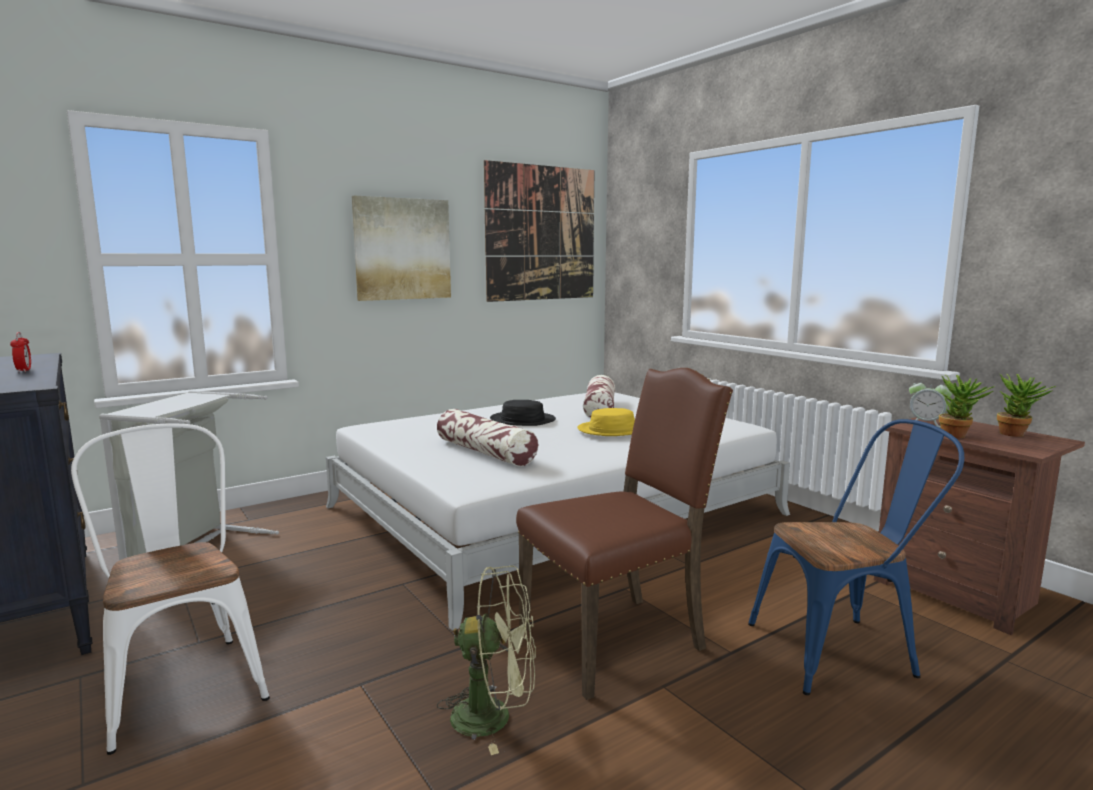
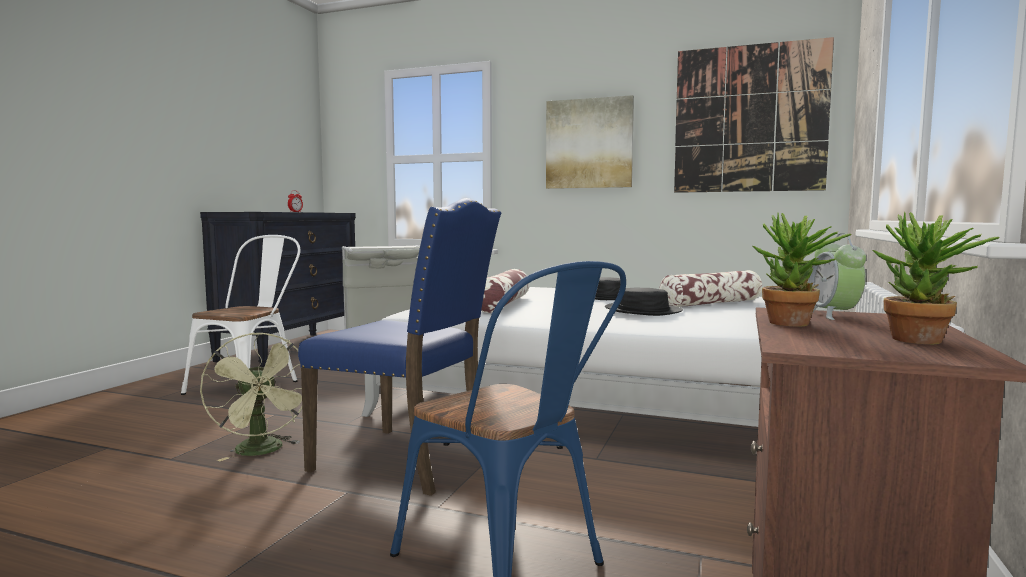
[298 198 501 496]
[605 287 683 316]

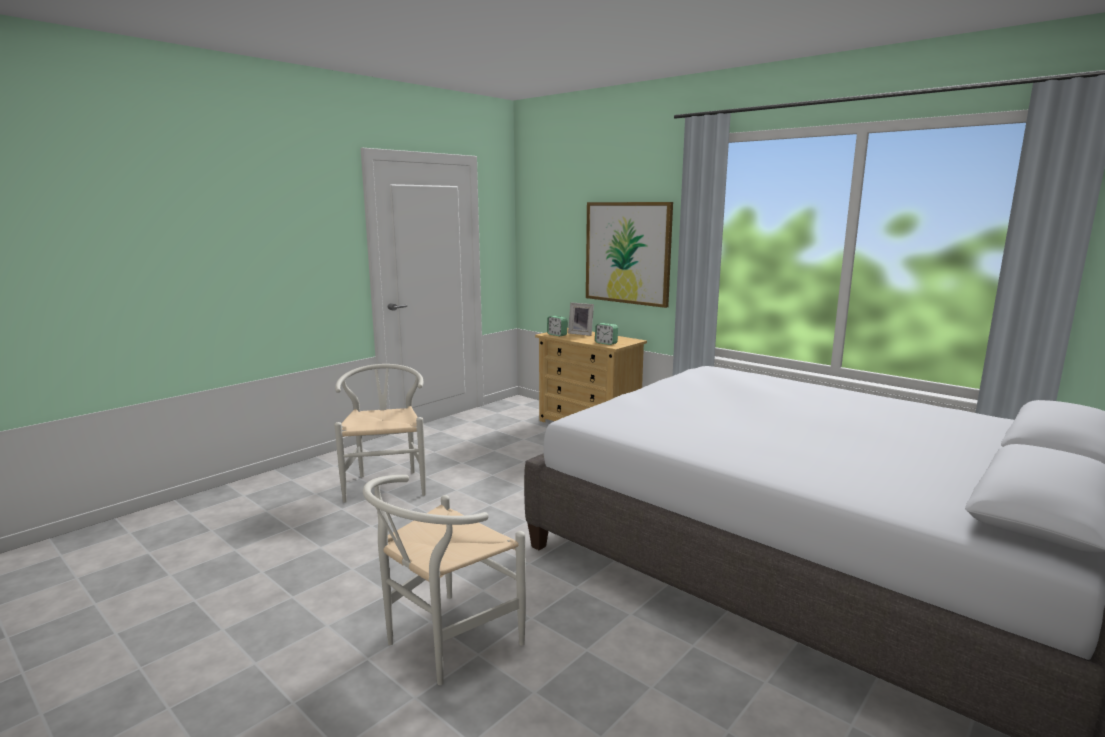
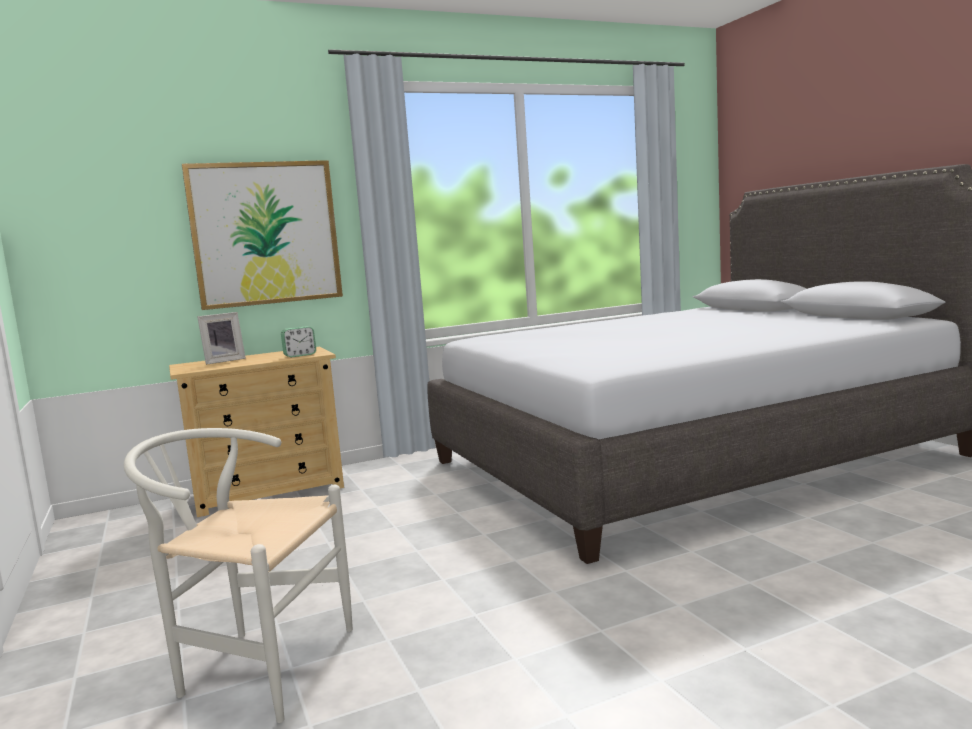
[363 475 526 685] (first image)
[547 316 568 336] (first image)

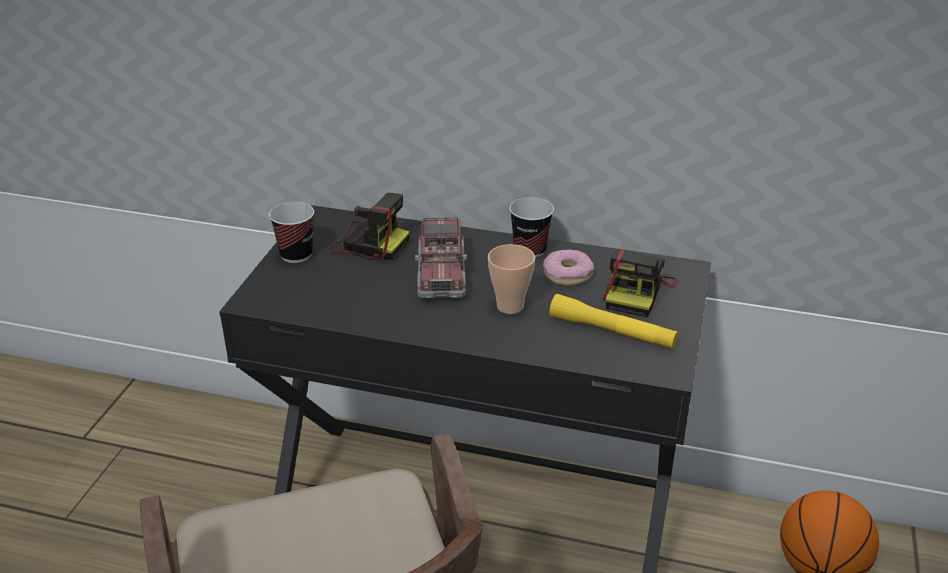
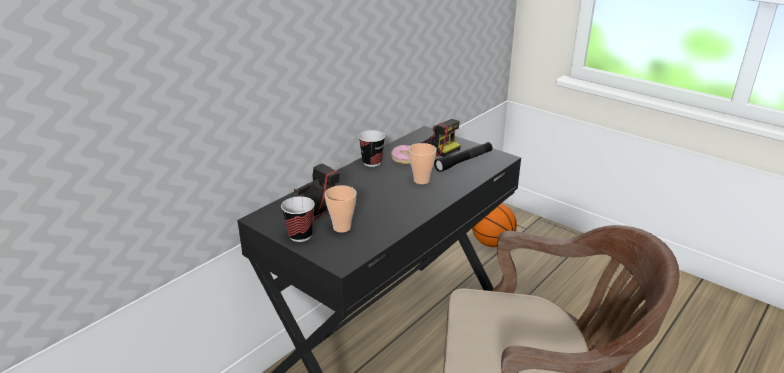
[415 218 467 298] (first image)
[324 185 357 232]
[434 142 492 172]

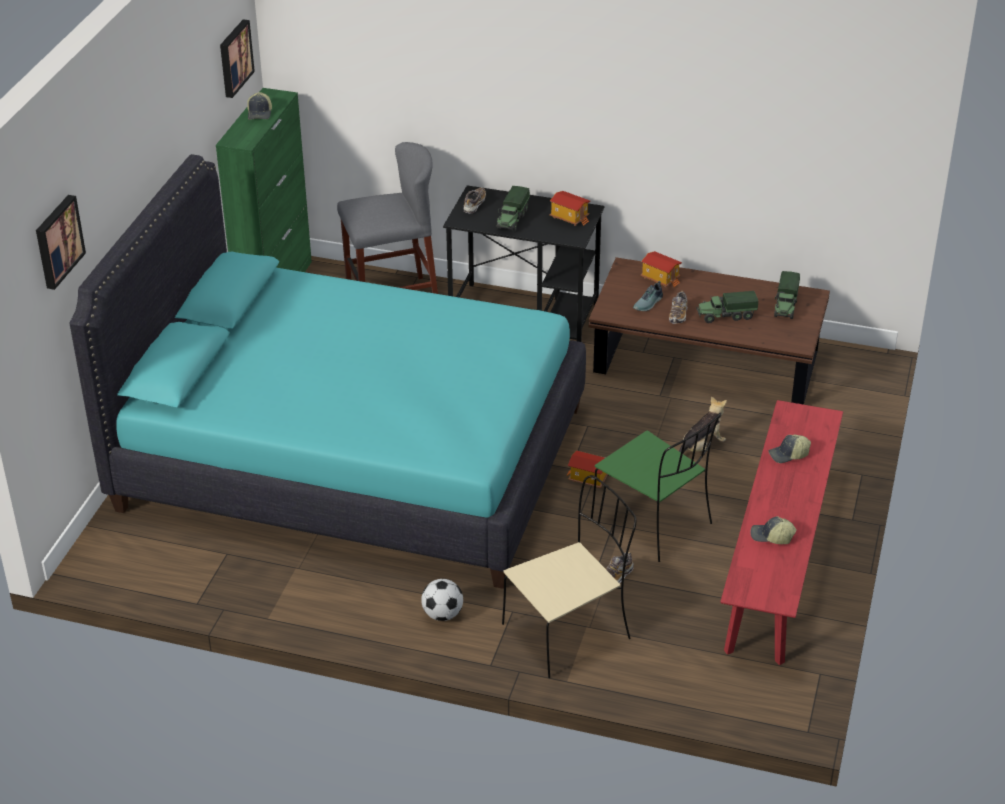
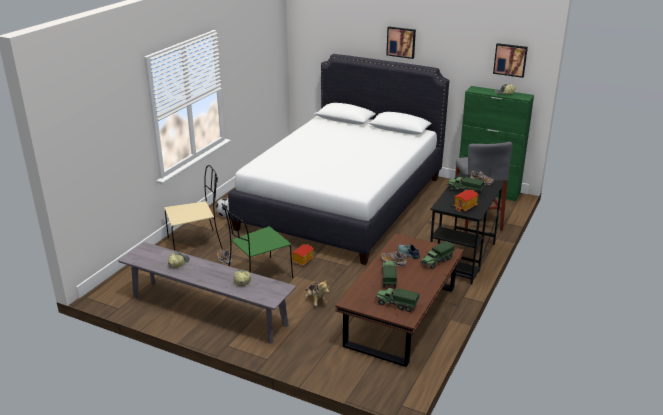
[386 27 416 59]
[420 241 455 269]
[228 54 449 265]
[118 242 297 344]
[164 165 223 251]

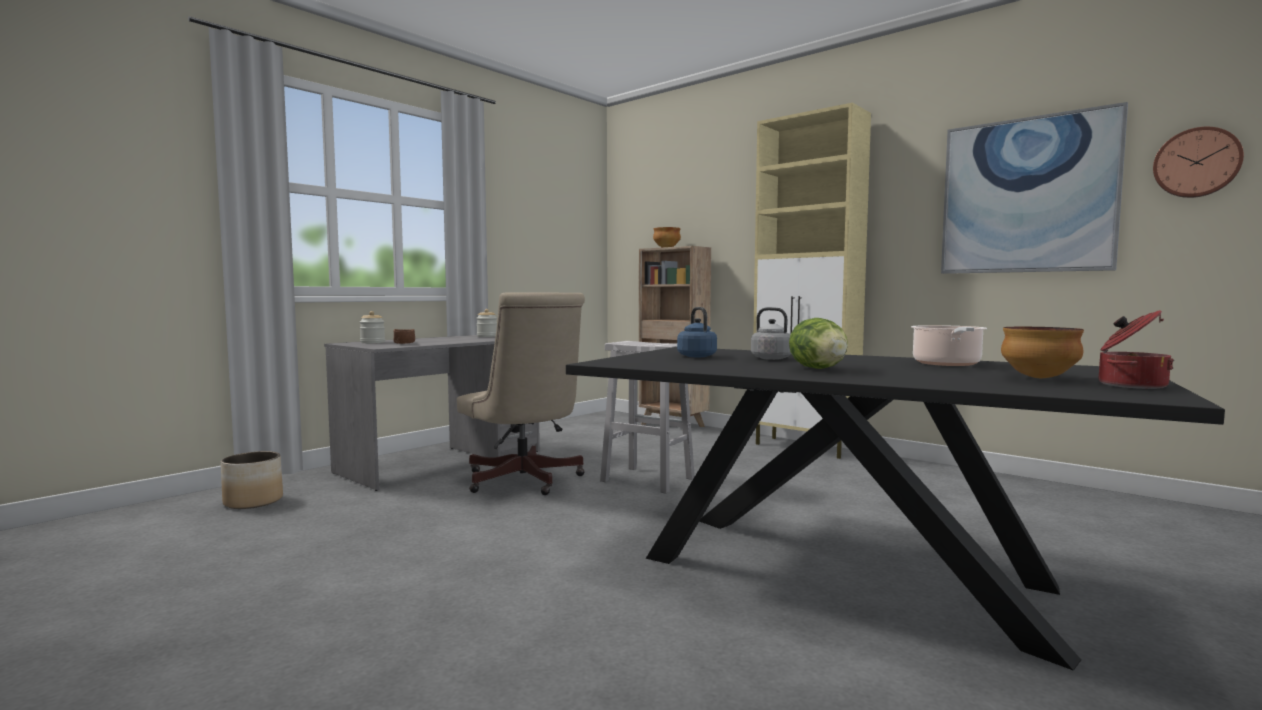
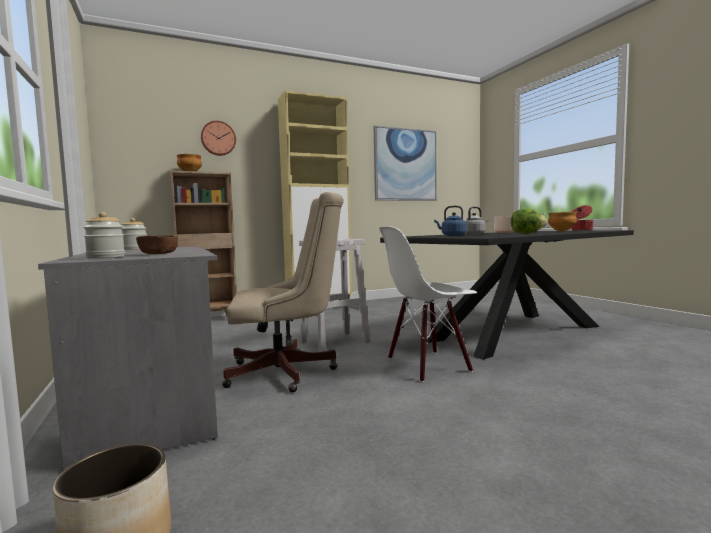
[379 227 477 382]
[201 121 236 156]

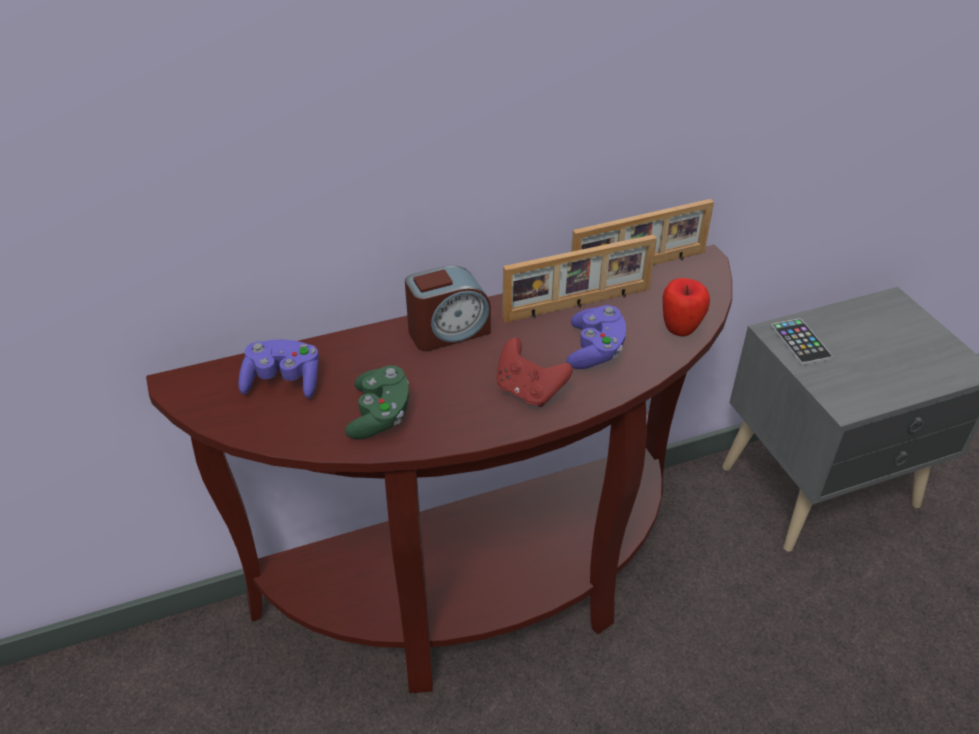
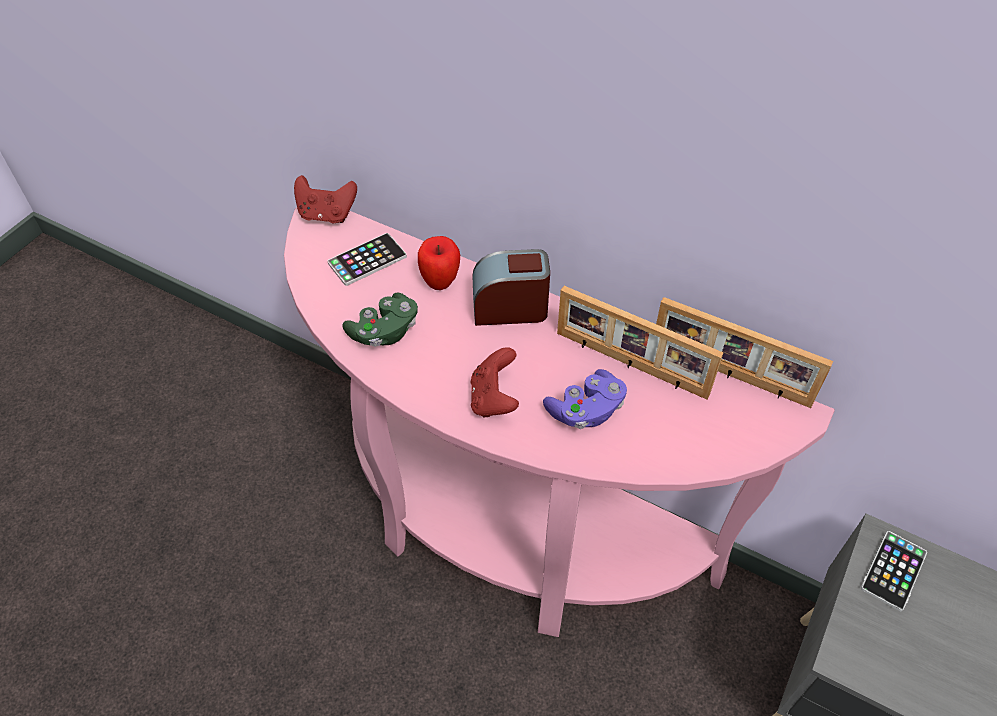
[294 175 357 223]
[418 236 460 290]
[327 233 407 286]
[284 207 835 637]
[472 249 550 326]

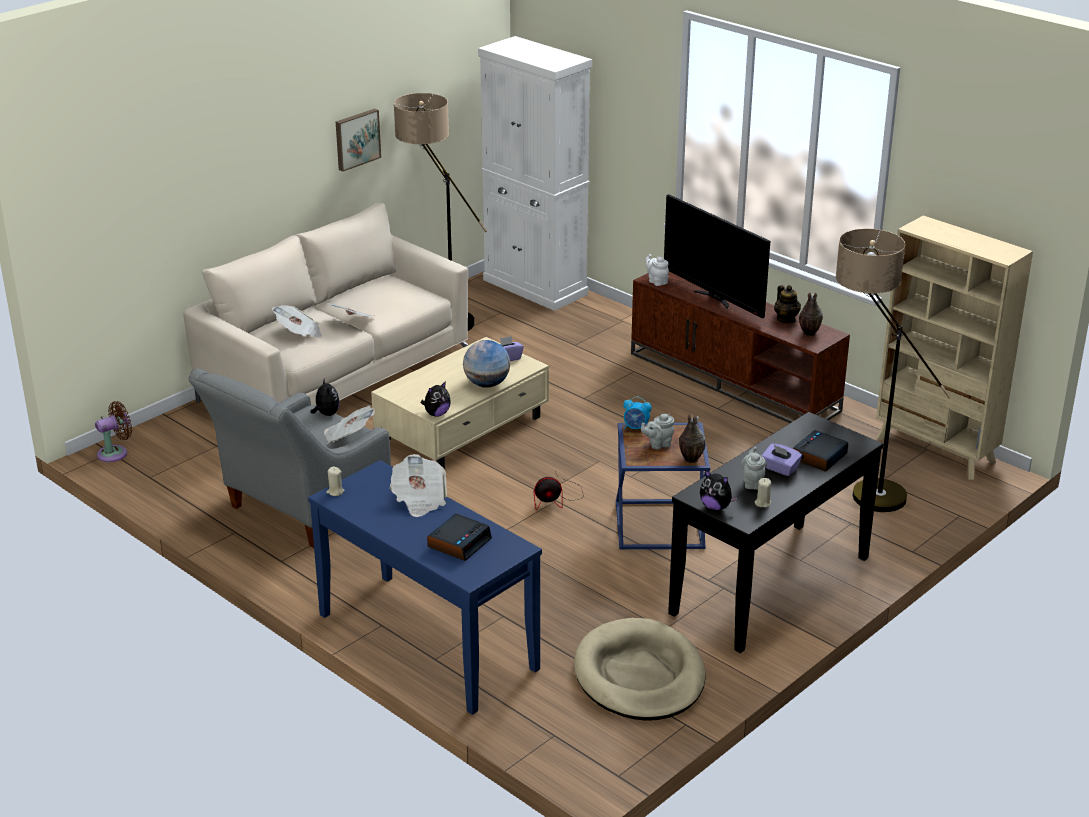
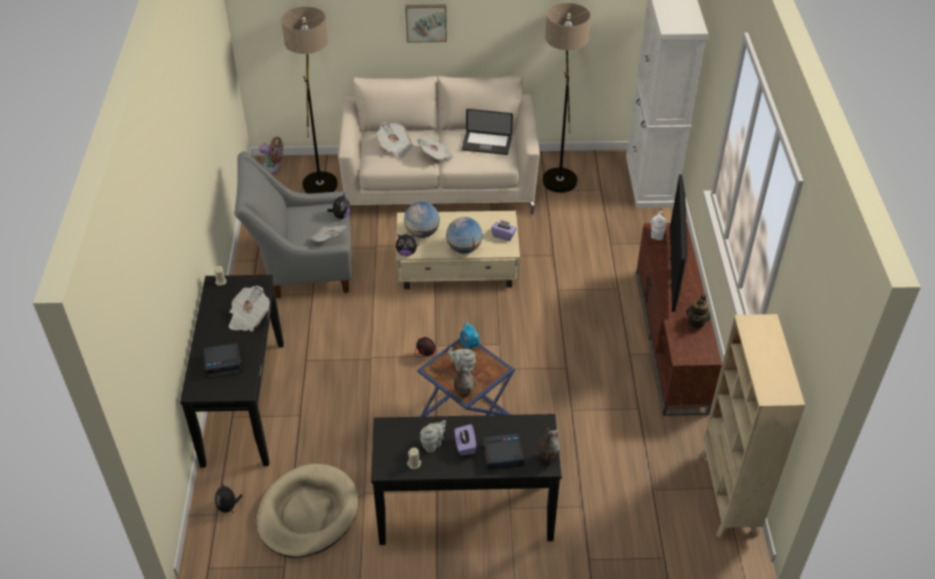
[404 202 440 238]
[462 109 513 155]
[405 4 447 43]
[215 482 242 513]
[538 428 561 462]
[281 6 338 194]
[180 275 284 467]

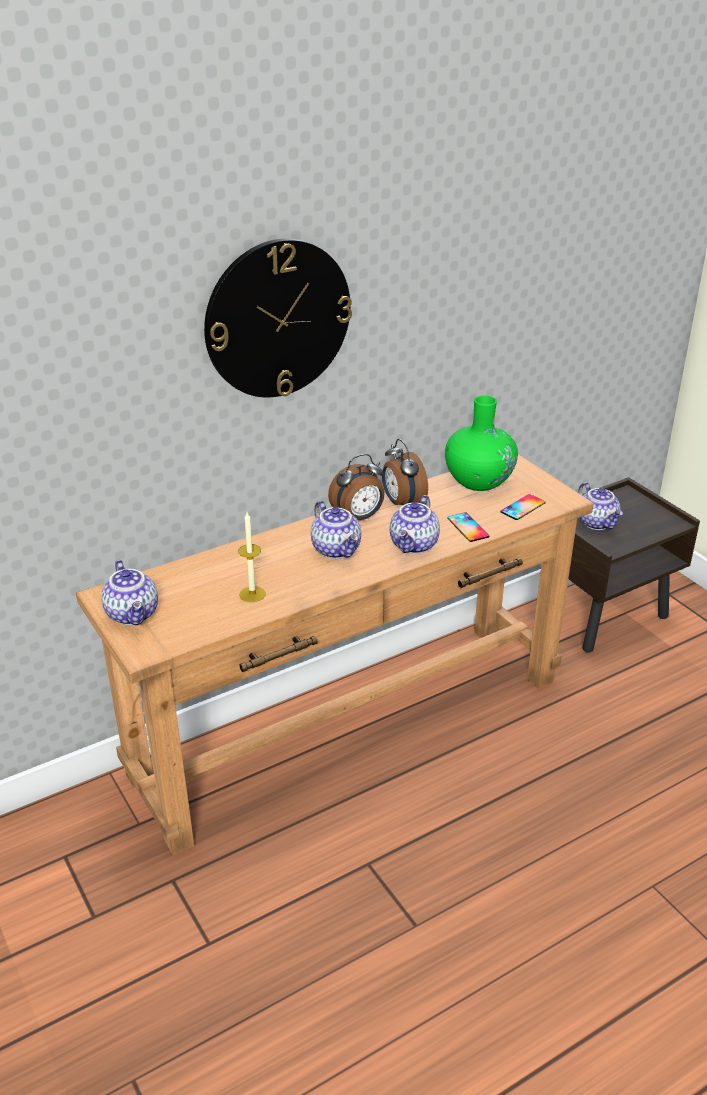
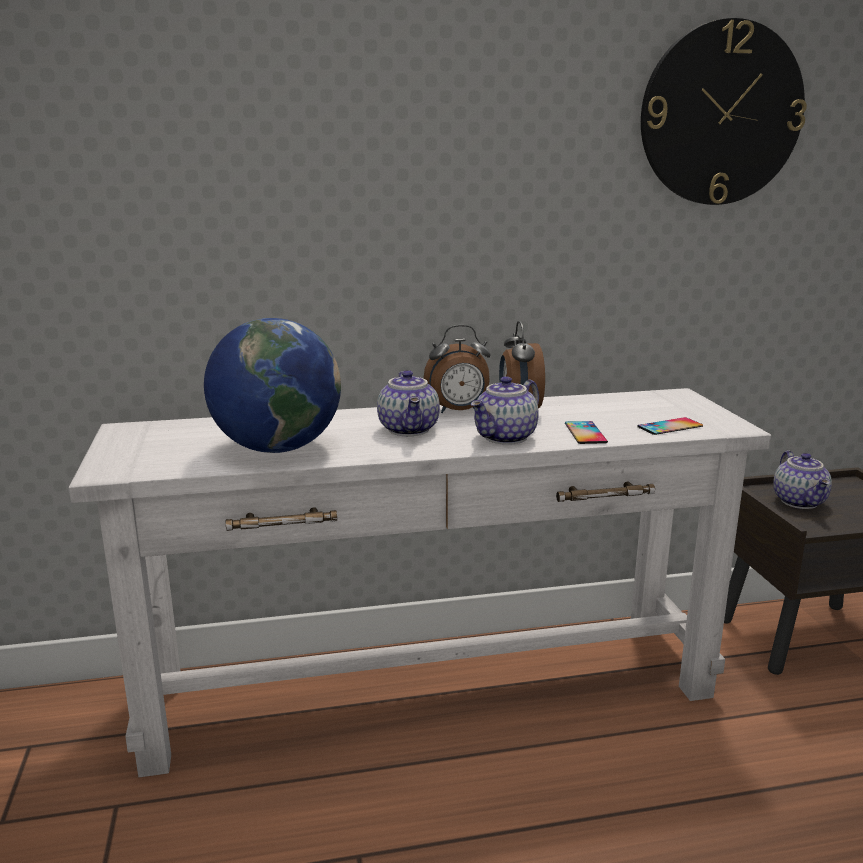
[101 560 158 625] (first image)
[445 395 518 491] (first image)
[641 18 807 205]
[204 318 341 453]
[69 388 771 777]

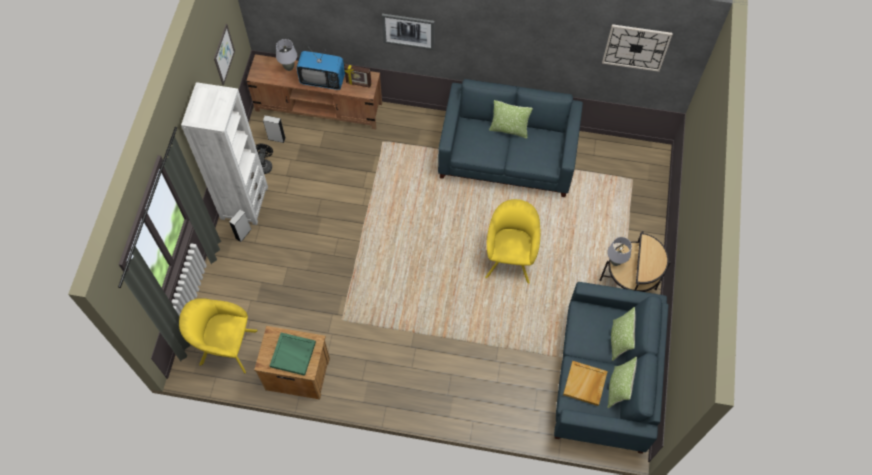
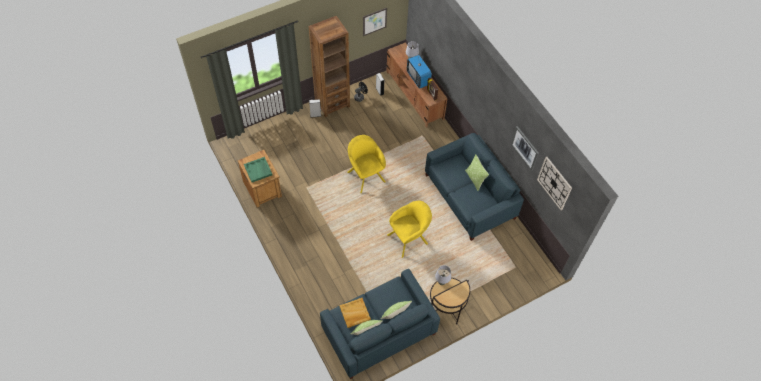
[348 135 386 194]
[511 126 539 171]
[309 16 350 117]

